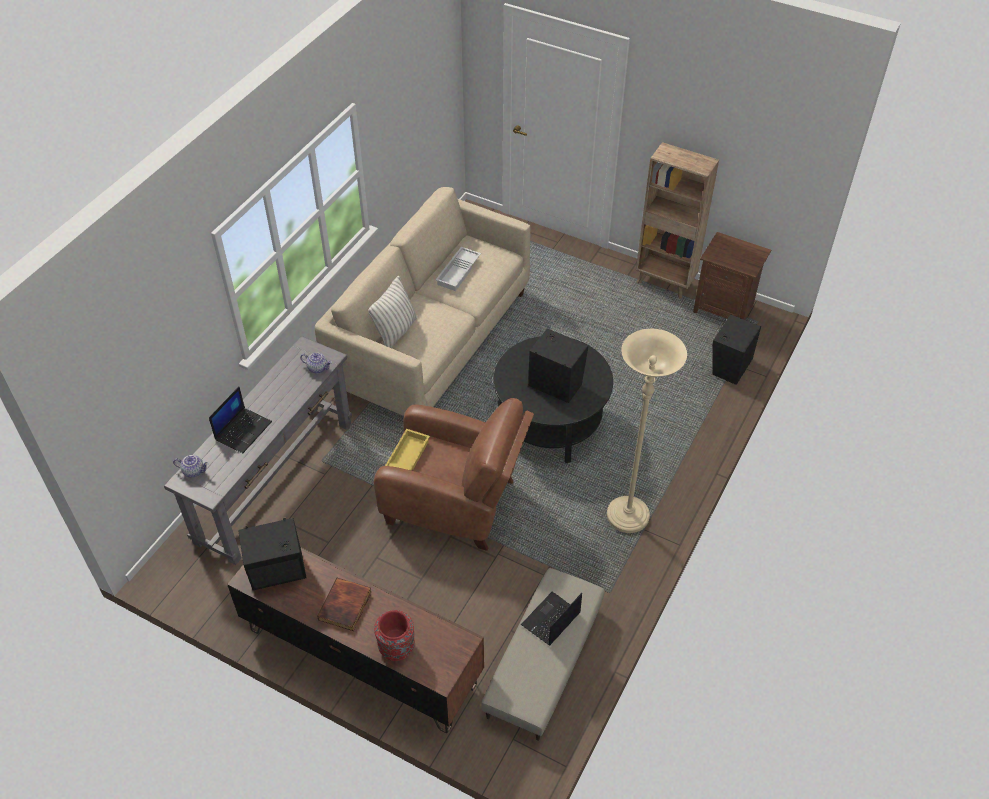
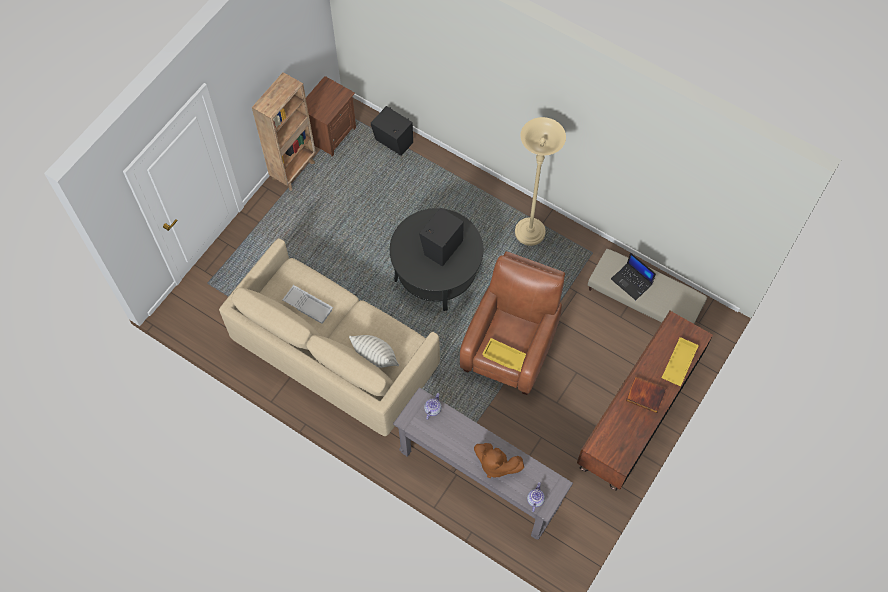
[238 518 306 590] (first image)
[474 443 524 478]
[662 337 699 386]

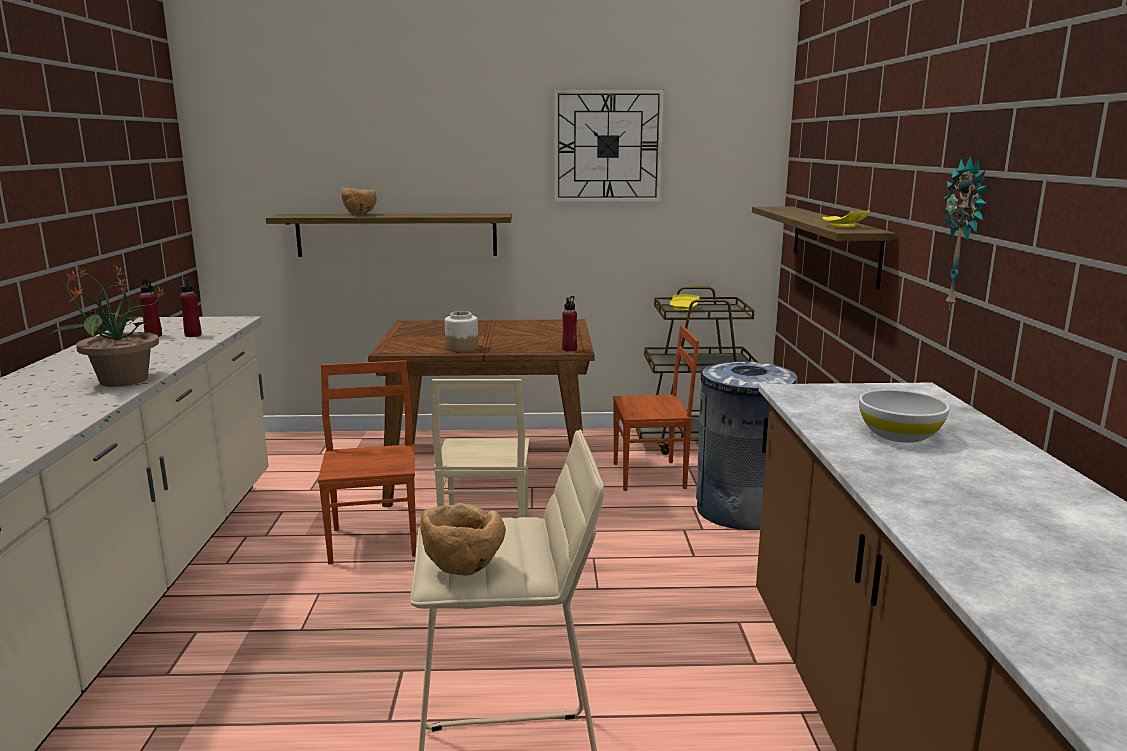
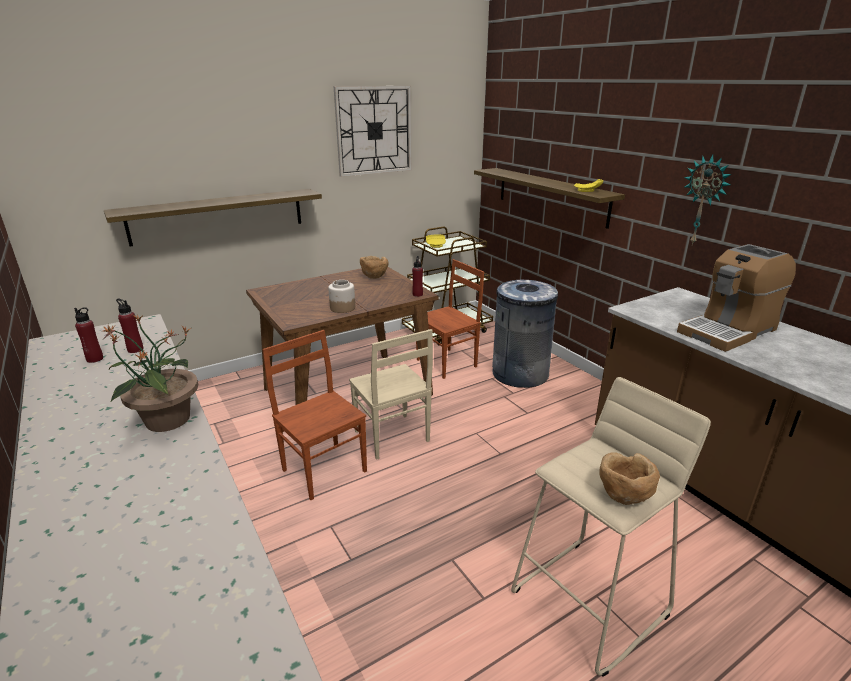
[360 256 388 279]
[677 244 796 352]

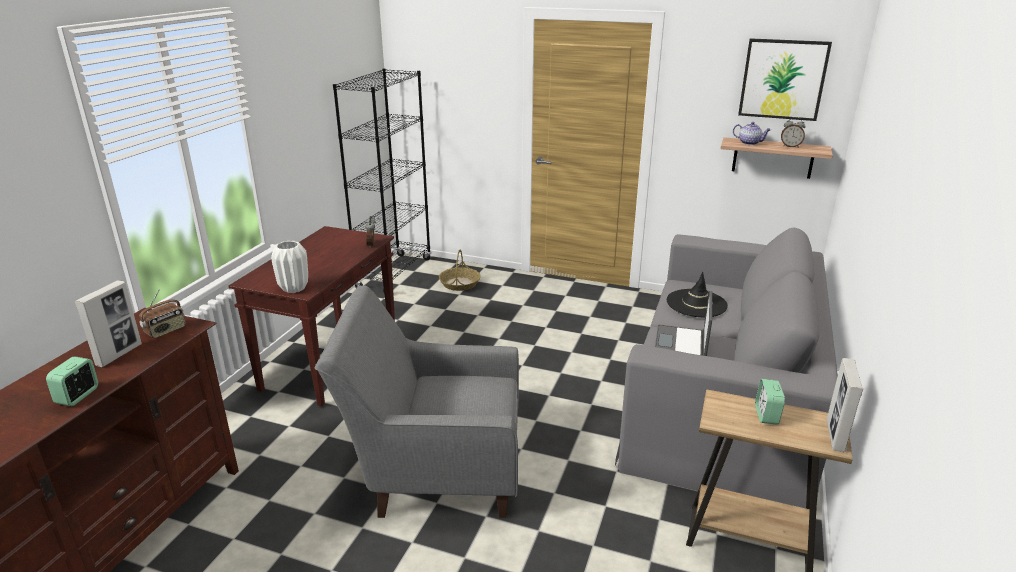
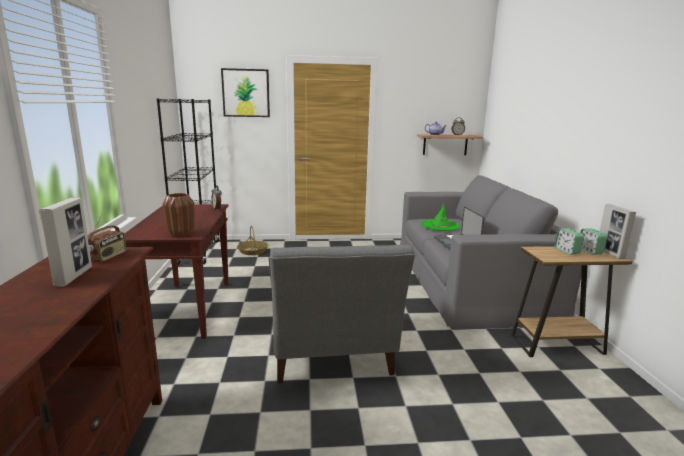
[580 229 607 255]
[221 68 270 117]
[163 193 195 238]
[421 203 460 231]
[269 245 416 383]

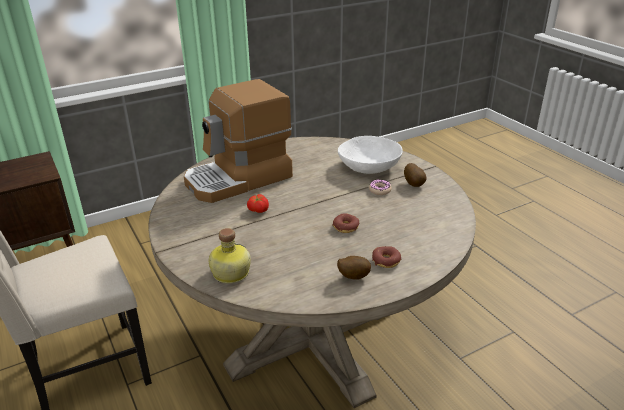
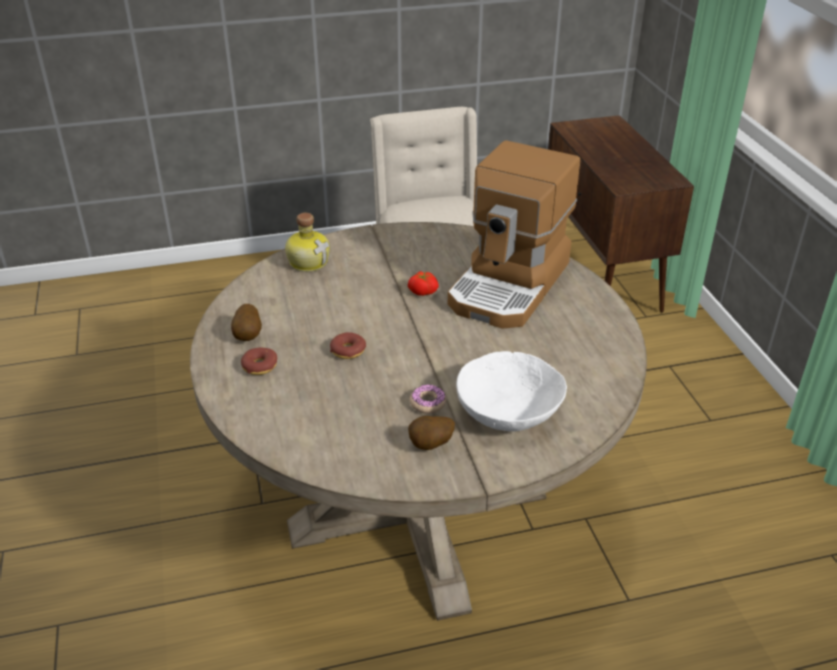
[448 140 580 329]

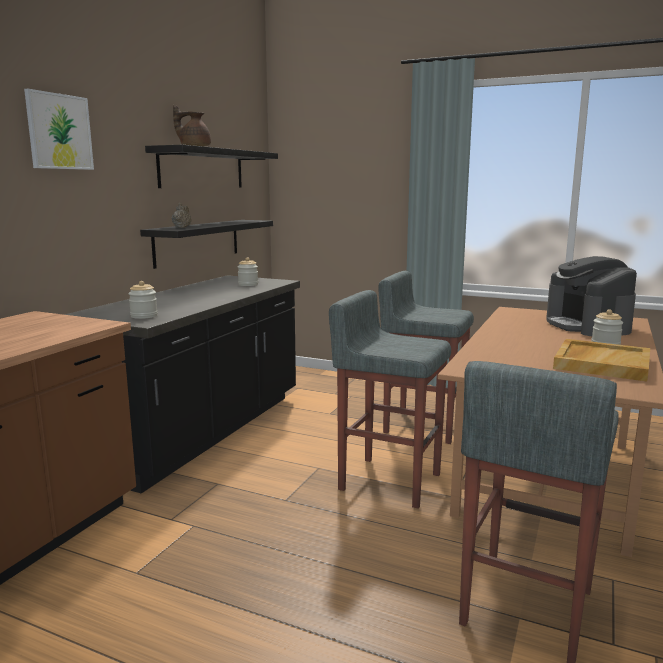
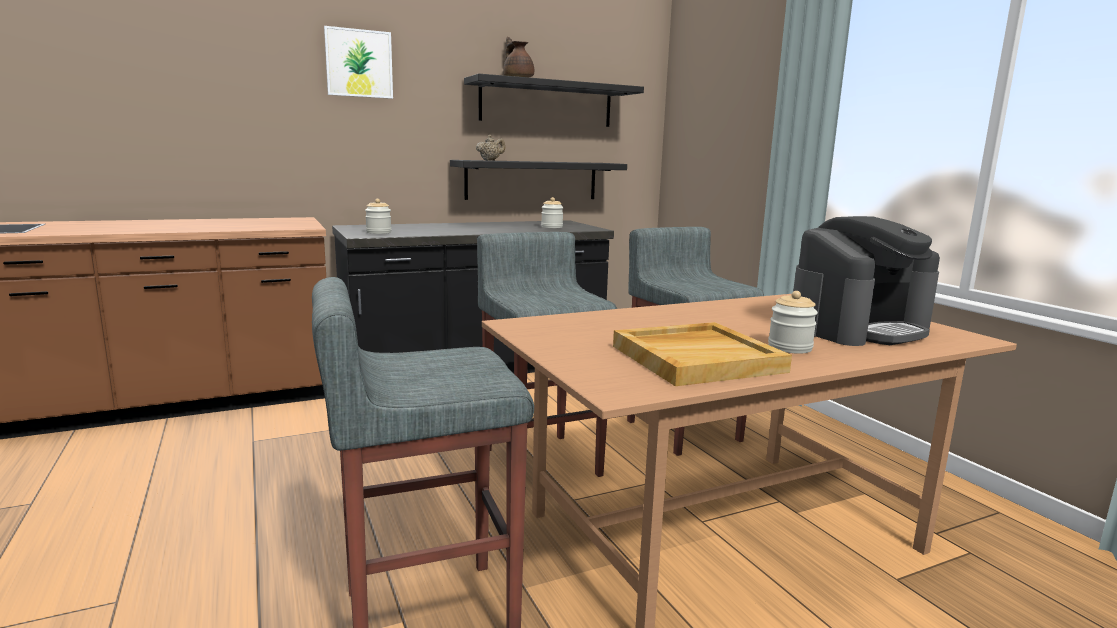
[793 216 940 346]

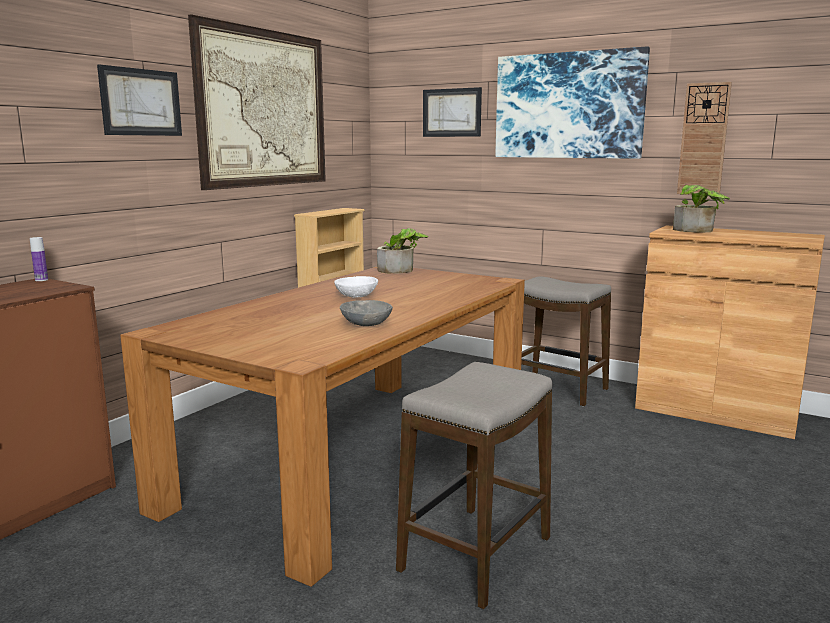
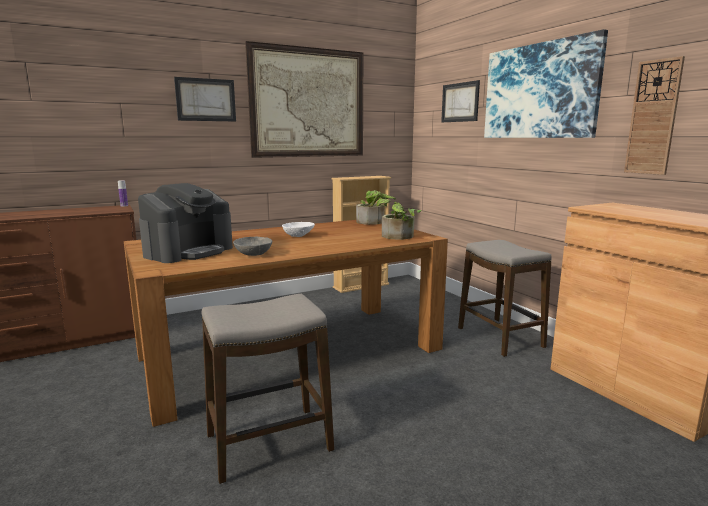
[138 183 233 263]
[376 198 422 240]

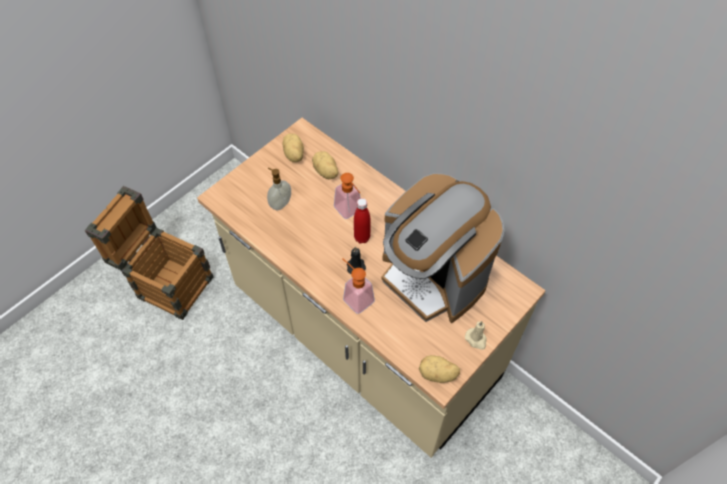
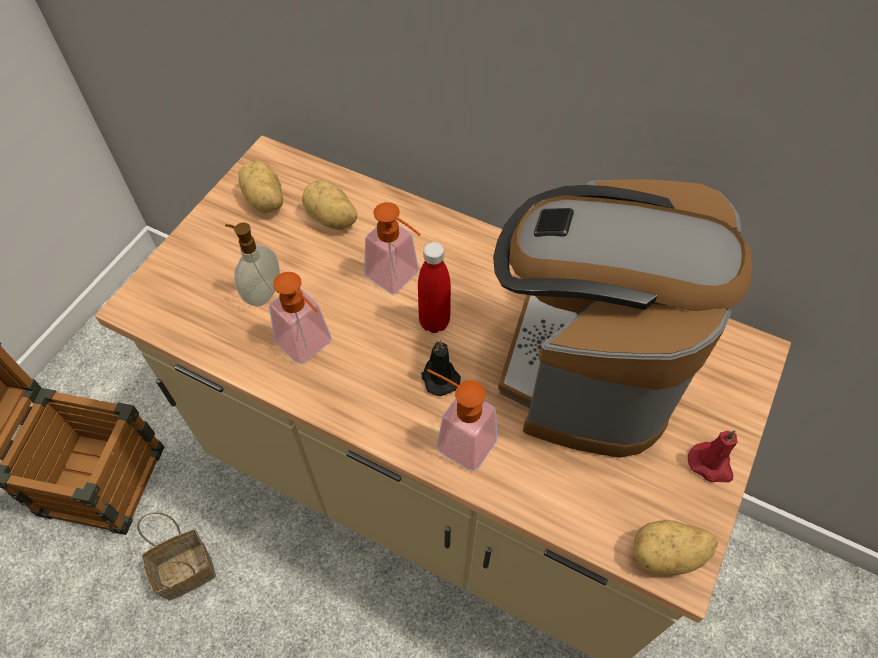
[137 512 216 601]
[269 272 332 364]
[688 430 738 482]
[493 179 752 458]

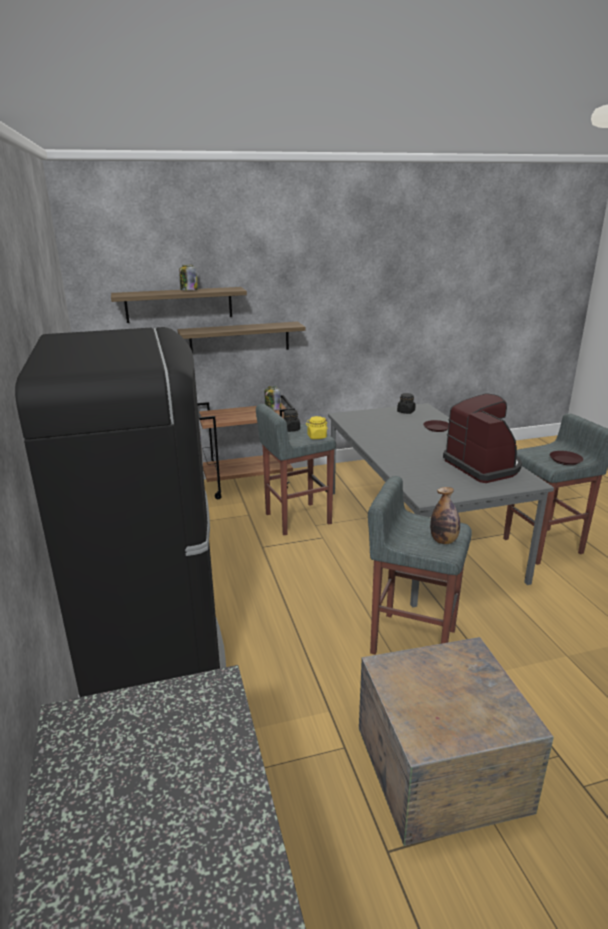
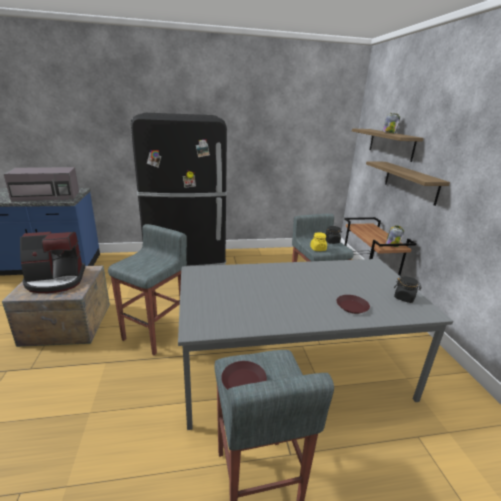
[430 487 460 544] (first image)
[4 167 79 202]
[20 232 85 293]

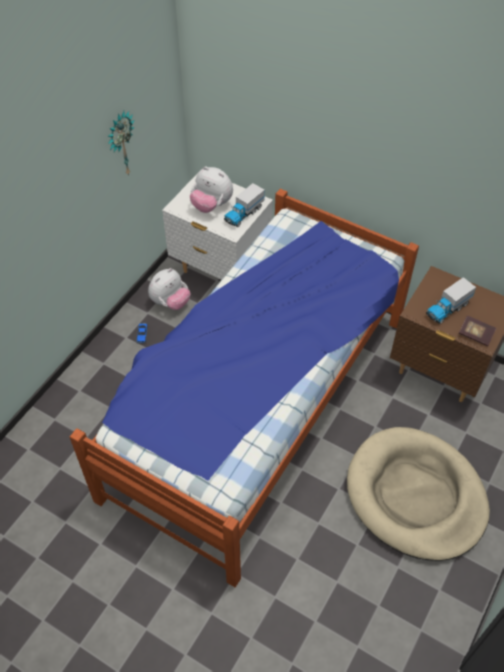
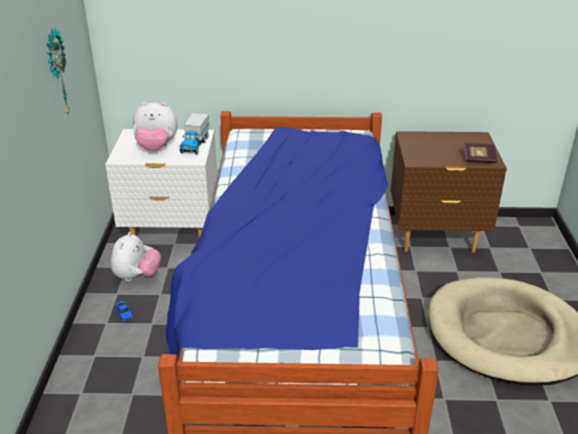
[426 277 476 324] (first image)

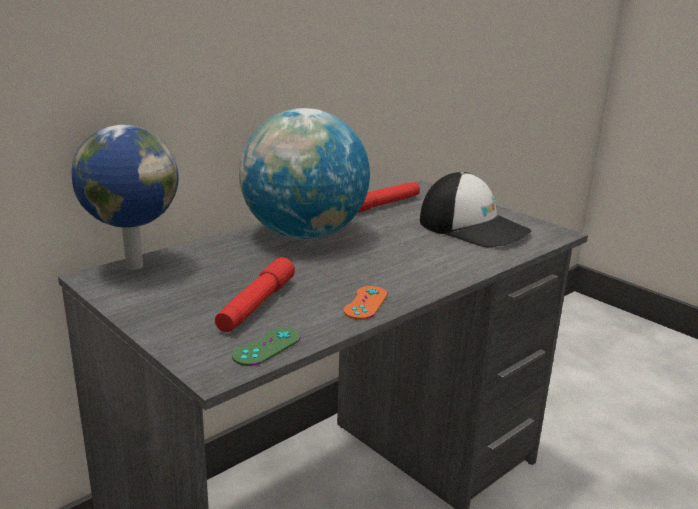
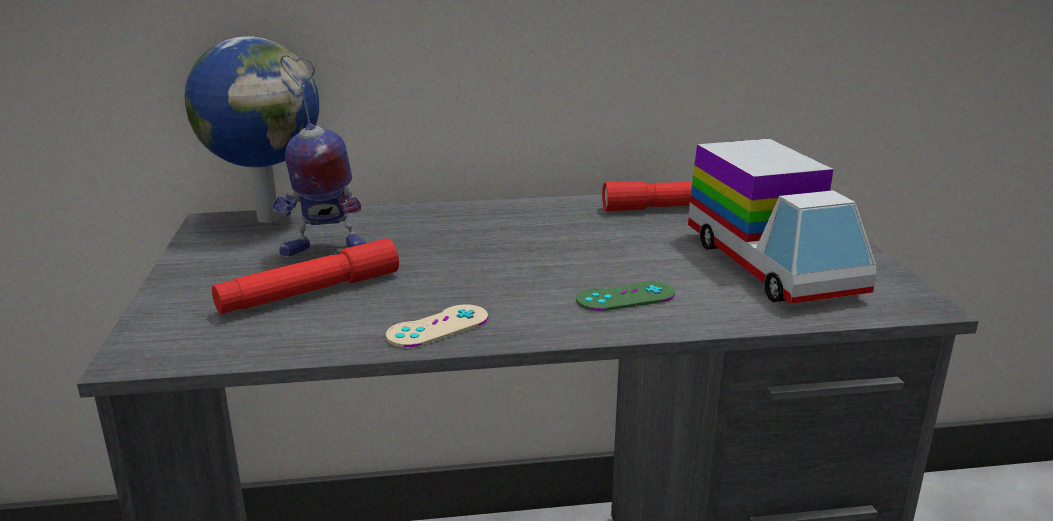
[239 108 370 240] (first image)
[272 55 366 257]
[576 281 675 311]
[688 139 876 304]
[386 304 488 348]

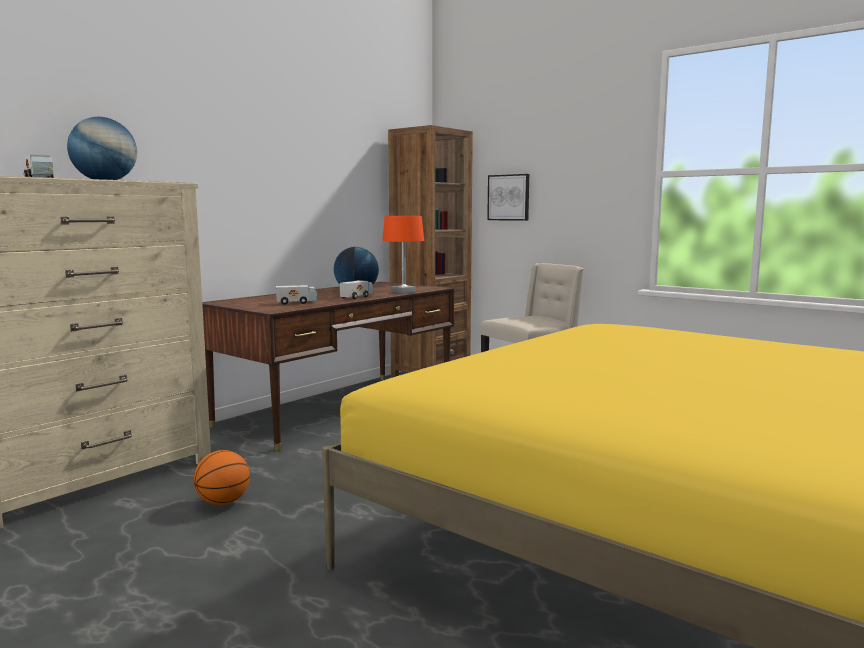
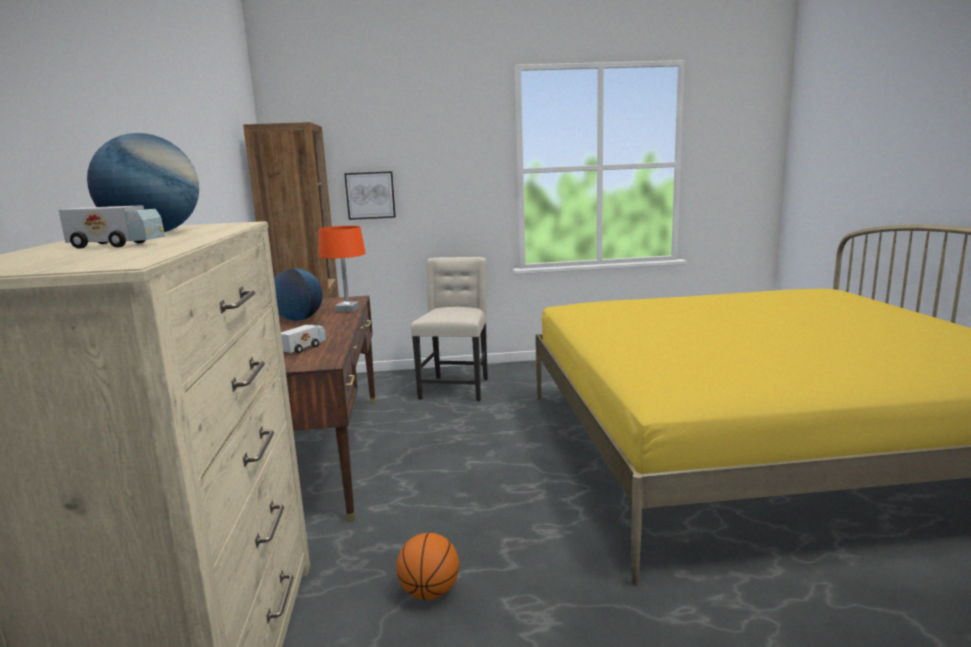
[340 280 373 299] (first image)

